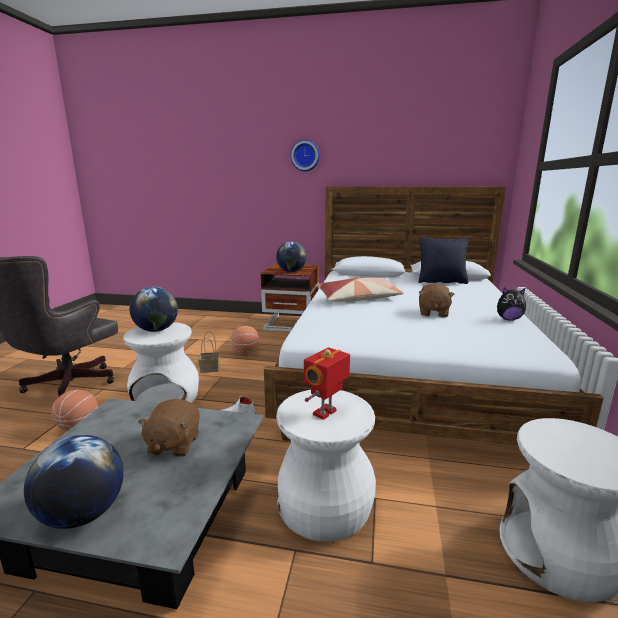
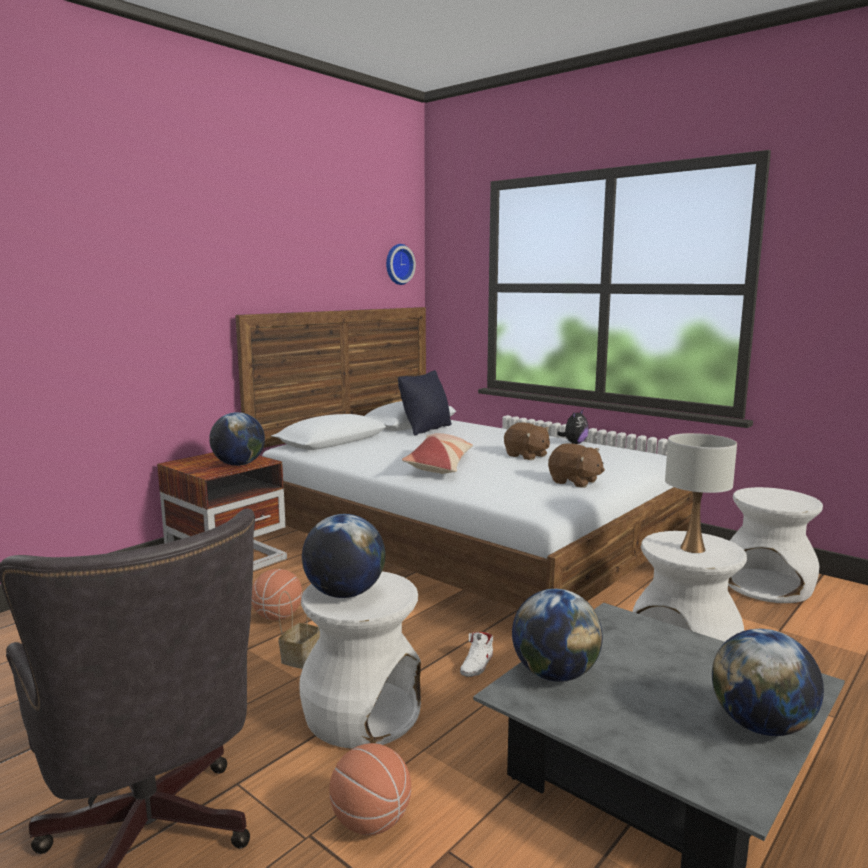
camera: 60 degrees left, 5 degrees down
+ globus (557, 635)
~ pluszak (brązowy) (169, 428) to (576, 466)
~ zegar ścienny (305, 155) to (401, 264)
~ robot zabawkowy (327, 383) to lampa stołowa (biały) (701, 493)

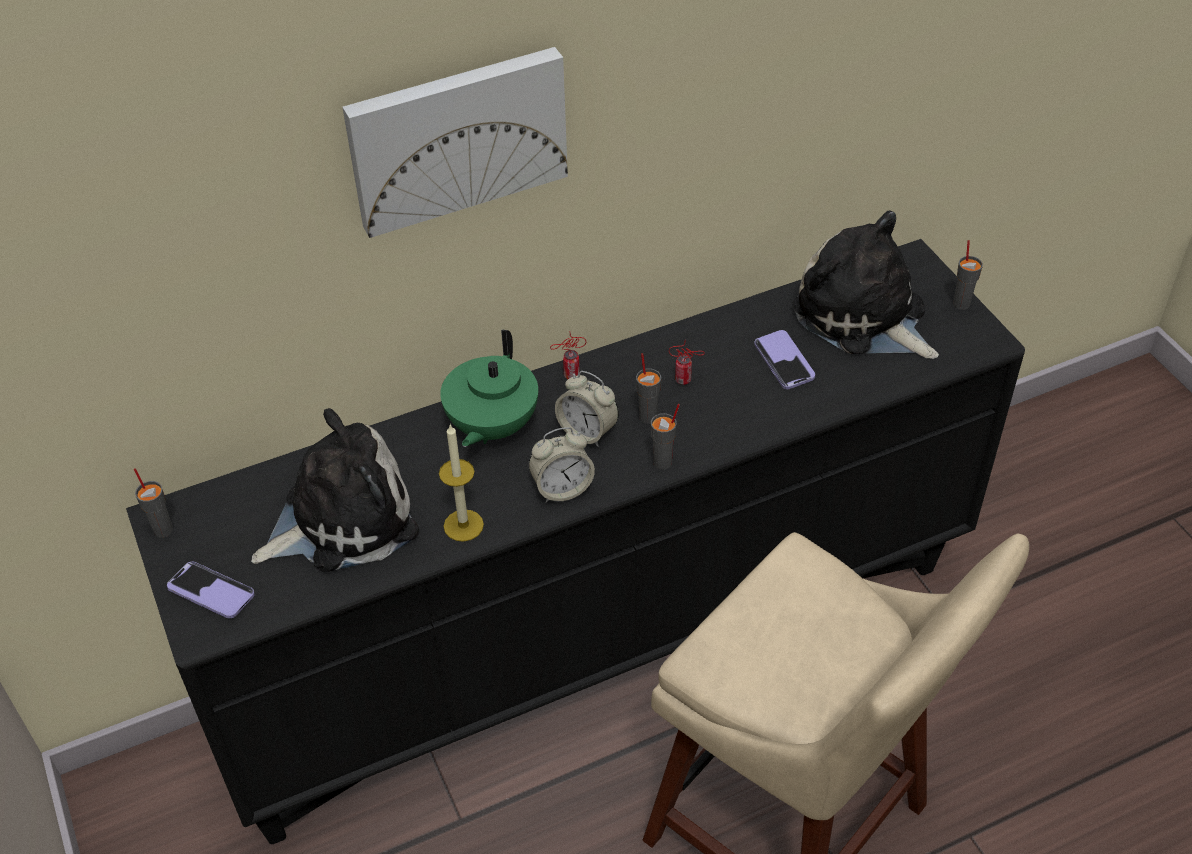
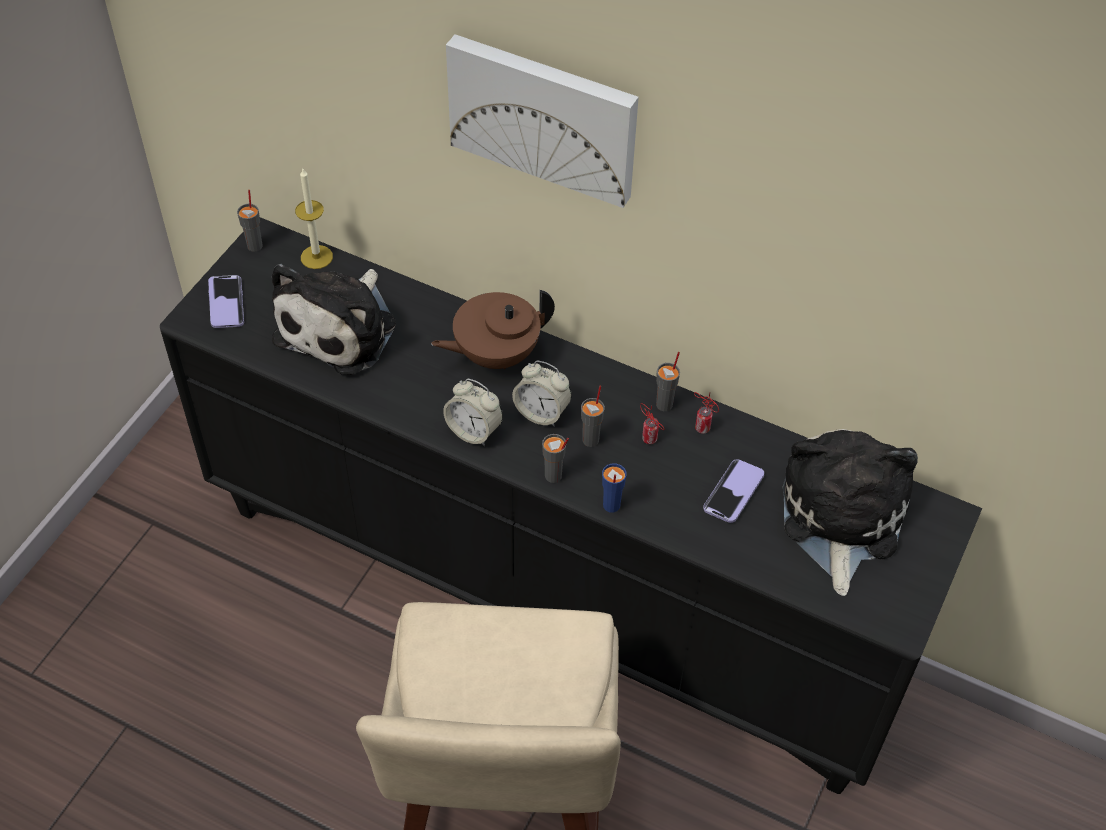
camera: 50 degrees right, 5 degrees up
+ filiżanka (niebieski) (614, 488)
~ świeca (461, 483) to (314, 219)
~ puszka (568, 356) to (706, 413)
~ filiżanka (szary) (968, 275) to (668, 381)
~ imbryk (zielony) (489, 388) to imbryk (brązowy) (493, 329)
~ pluszak (335, 490) = (334, 319) 90 degrees clockwise
~ budzik (587, 409) = (542, 394) 60 degrees counterclockwise

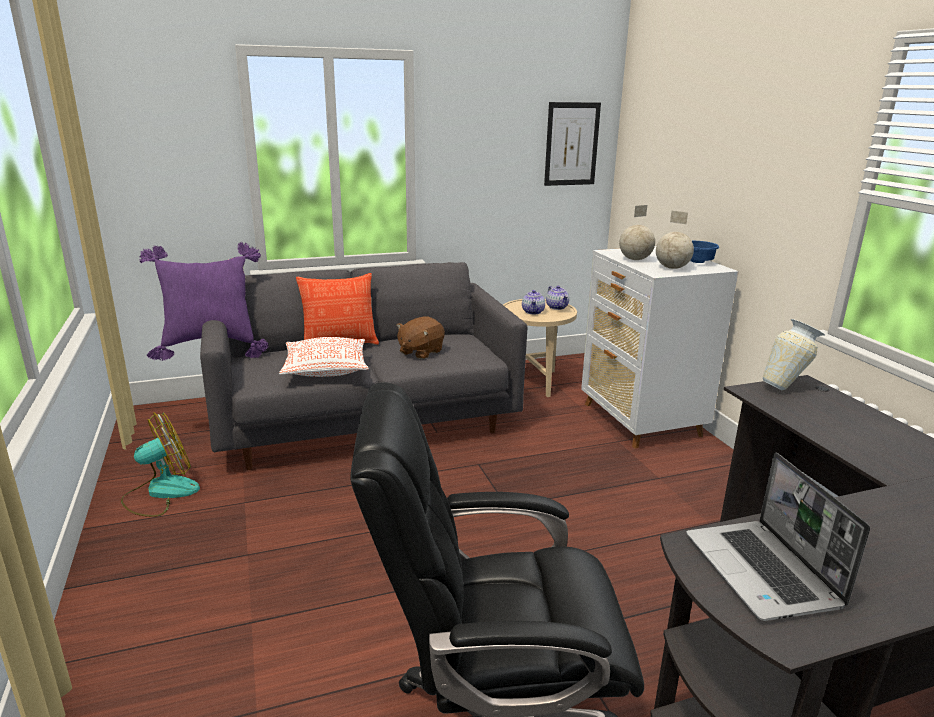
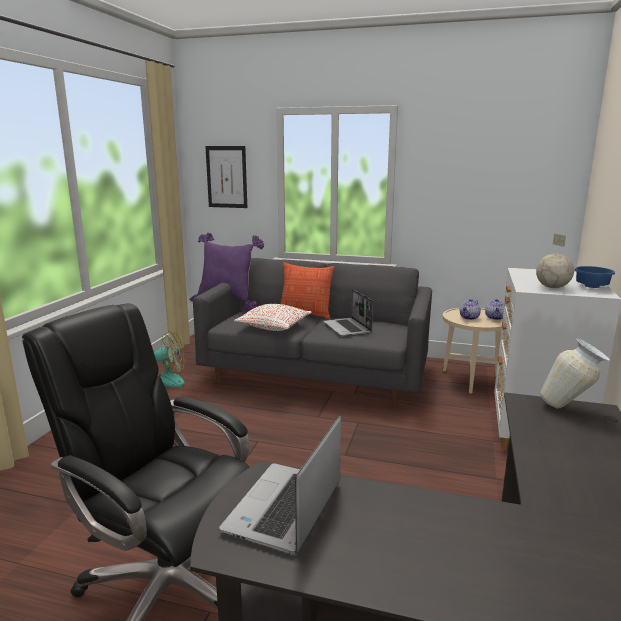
camera: 35 degrees right, 5 degrees down
- globus (637, 232)
~ obraz (572, 144) to (226, 177)
~ pluszak (brązowy) (420, 337) to laptop (348, 313)

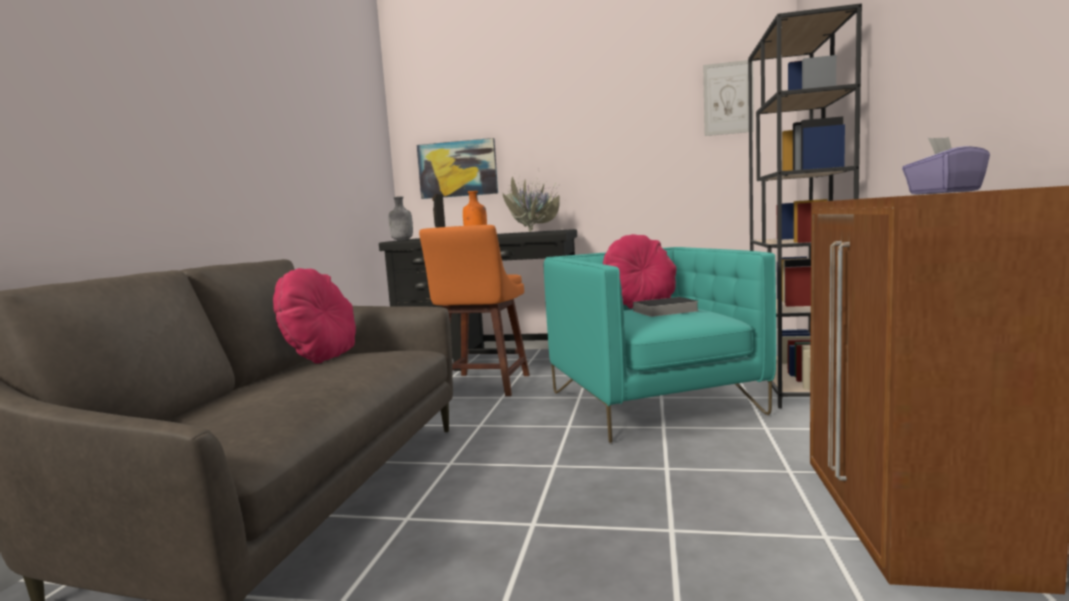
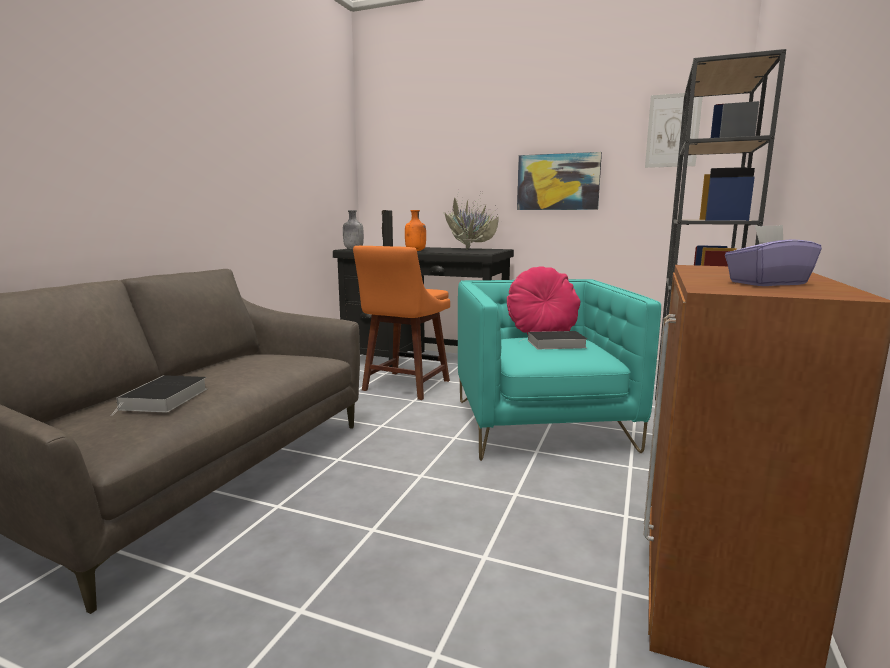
camera: 10 degrees right, 5 degrees up
- poduszka (różowy) (314, 316)
+ książka (159, 395)
~ obraz (457, 168) to (559, 181)

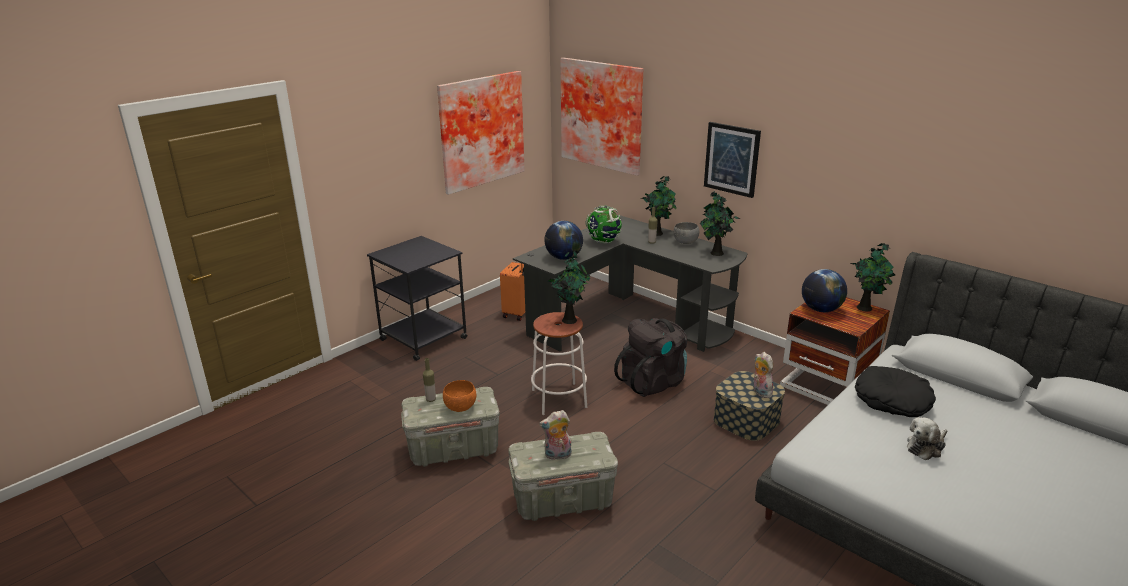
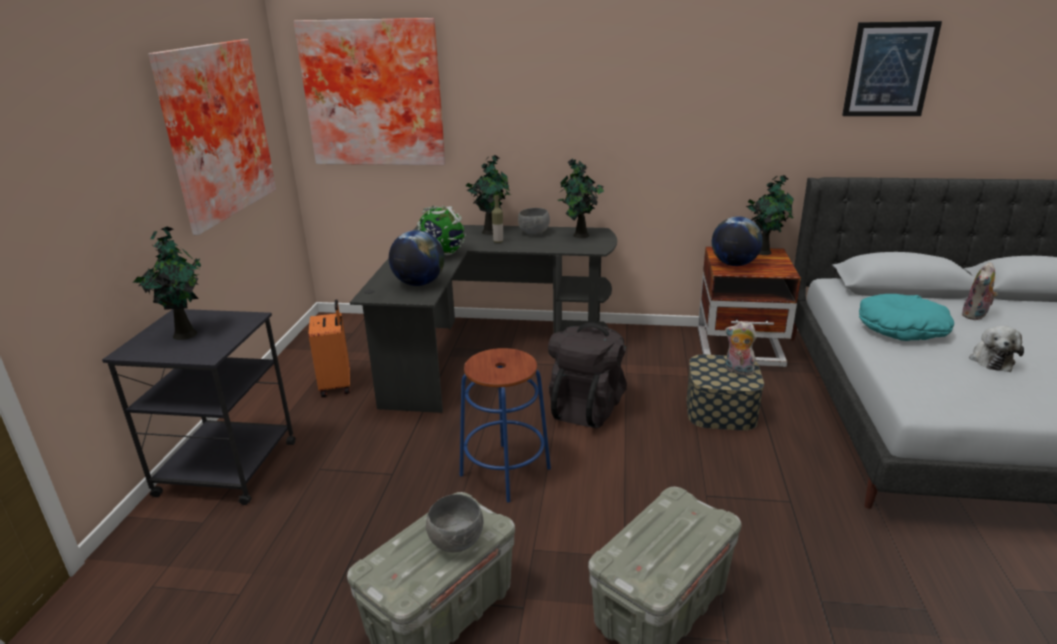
camera: 35 degrees left, 0 degrees up
- butelka (429, 380)
~ pluszak (555, 435) to (980, 291)
~ roślina doniczkowa (569, 287) to (167, 283)
~ obraz (732, 160) to (892, 68)
~ miska (pomarańczowy) (459, 396) to miska (szary) (454, 523)
~ stołek (biały) (559, 363) to stołek (niebieski) (505, 425)
~ poduszka (czarny) (895, 391) to poduszka (turkusowy) (906, 317)

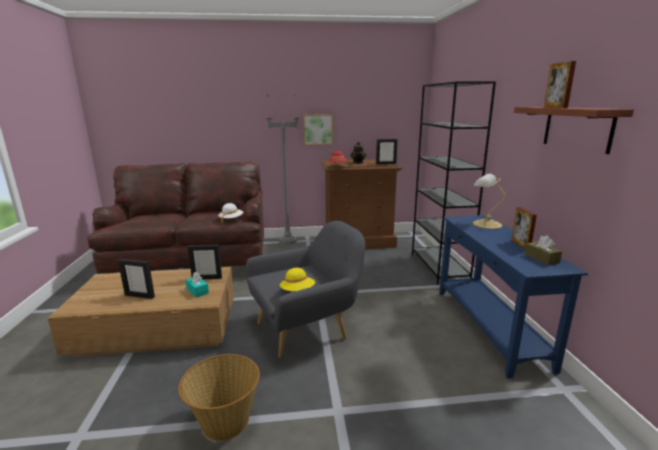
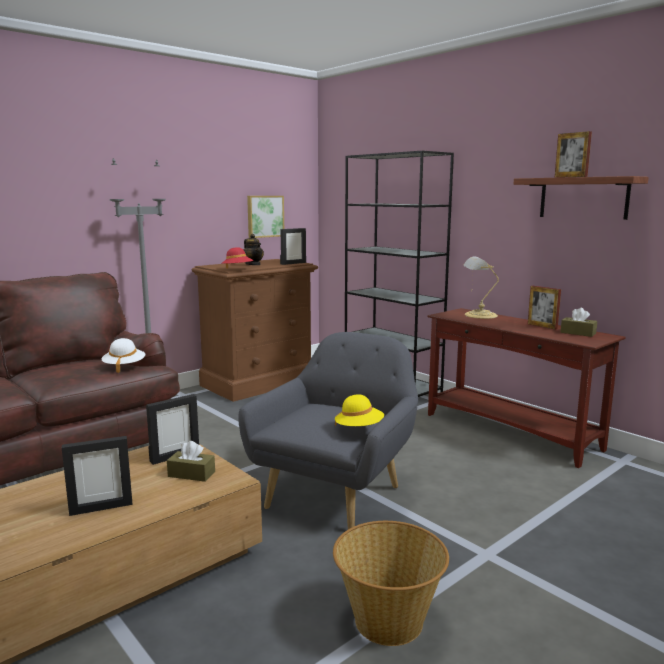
camera: 35 degrees left, 5 degrees down
~ obraz (318, 129) to (265, 217)
~ pudełko chusteczek (turkusowy) (197, 285) to pudełko chusteczek (brązowy) (191, 461)
~ stolik konsolowy (niebieski) (513, 297) to stolik konsolowy (brązowy) (526, 388)

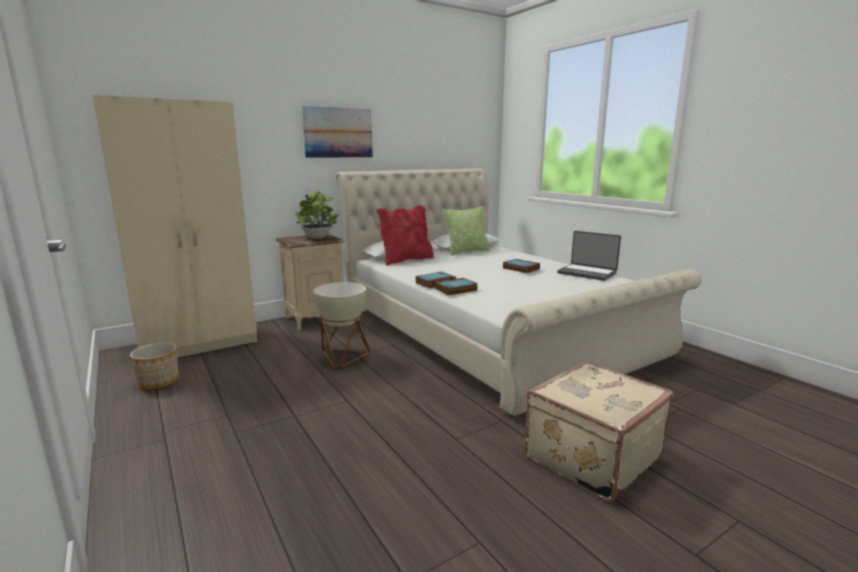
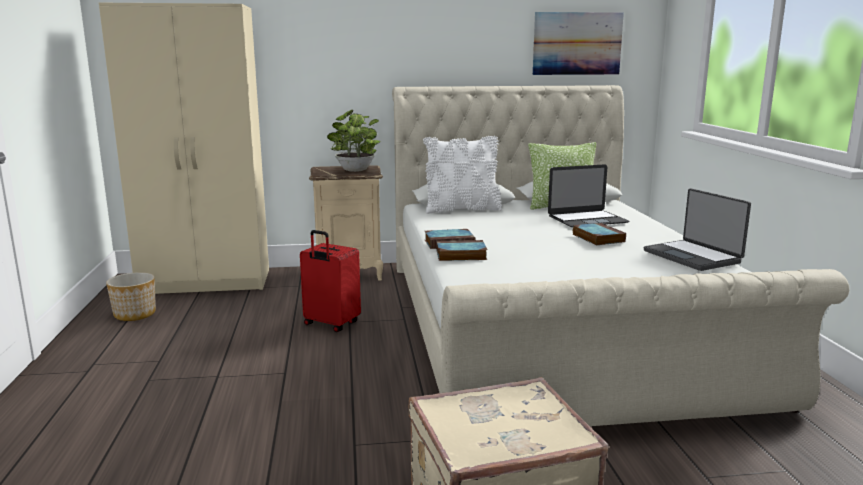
camera: 25 degrees right, 0 degrees up
+ laptop (588, 195)
~ obraz (337, 132) to (578, 43)
~ donica (342, 325) to walizka (czerwony) (330, 281)
~ poduszka (czerwony) (405, 235) to poduszka (biały) (462, 175)

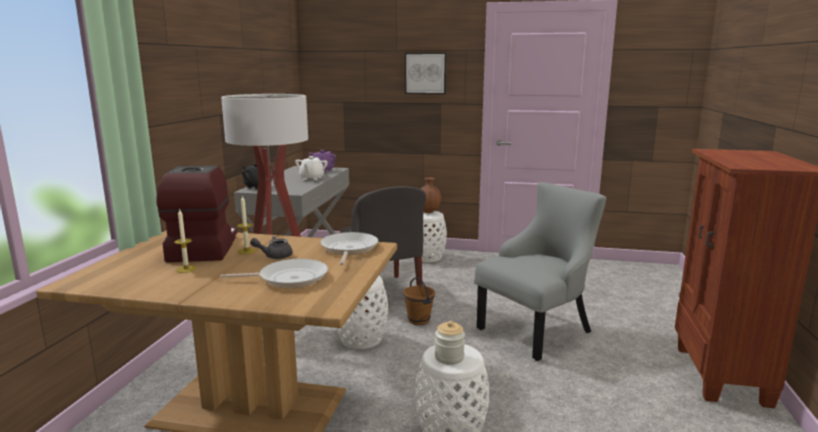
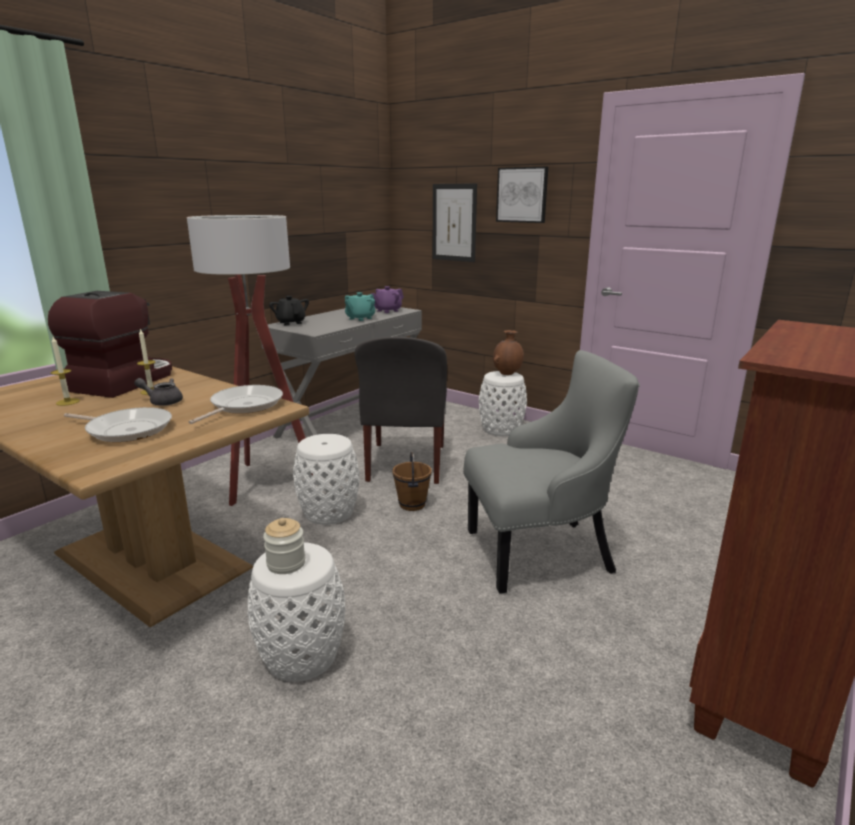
camera: 25 degrees right, 5 degrees up
+ obraz (455, 222)
~ imbryk (biały) (311, 168) to imbryk (turkusowy) (360, 306)

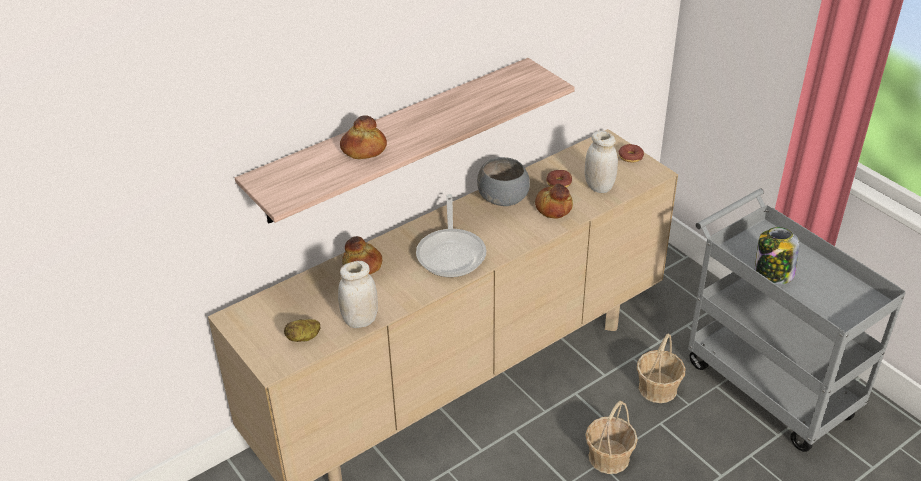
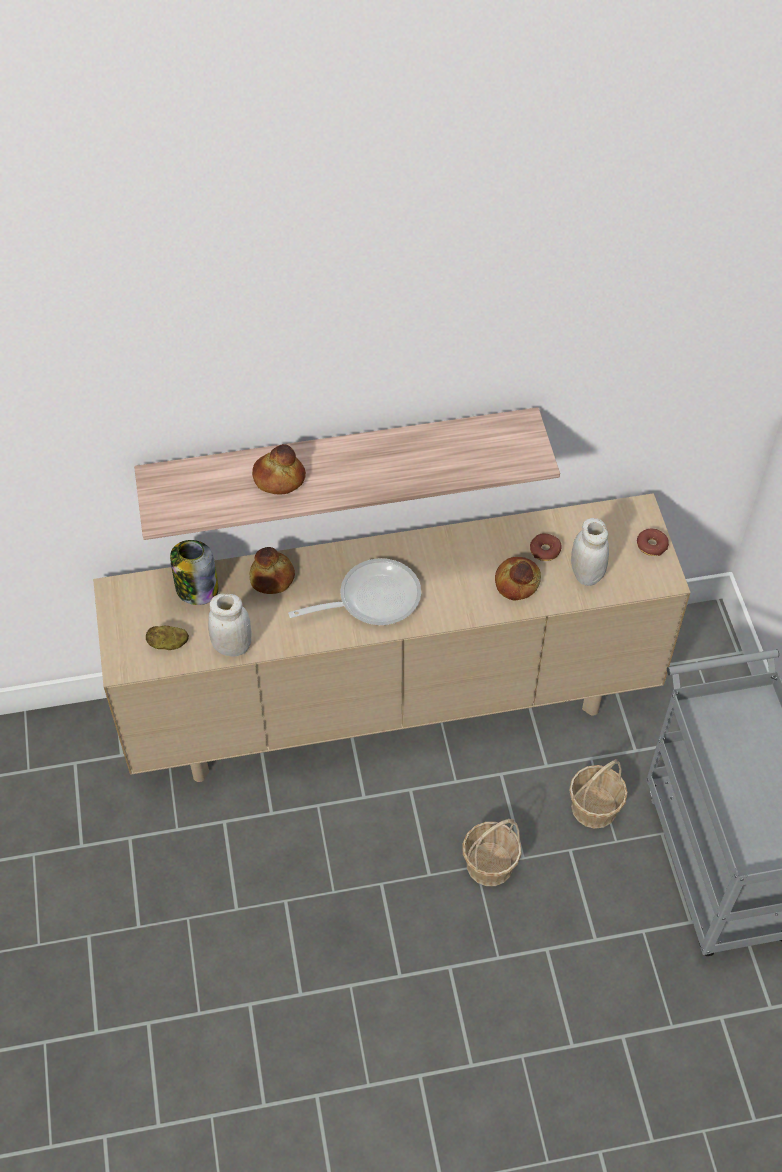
camera: 25 degrees right, 15 degrees up
- miska (szary) (503, 181)
~ słoik (777, 255) to (194, 572)
~ patelnia (451, 235) = (354, 591) 135 degrees counterclockwise

